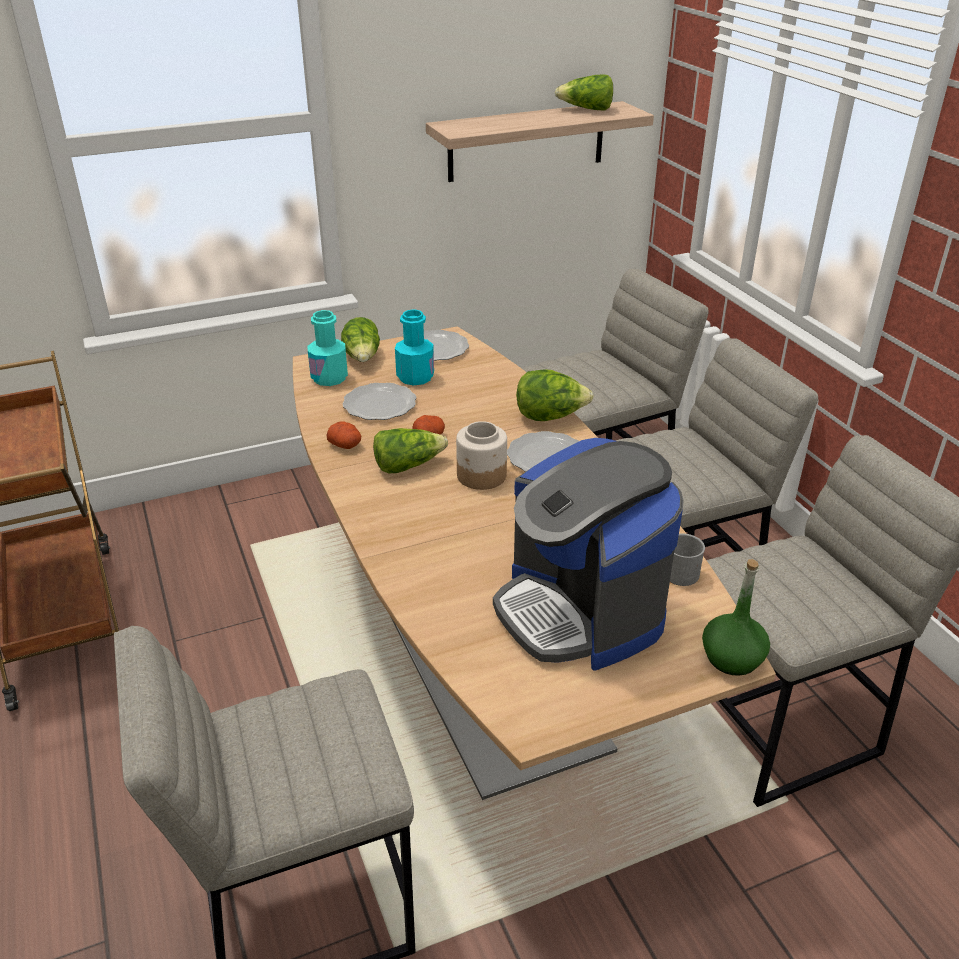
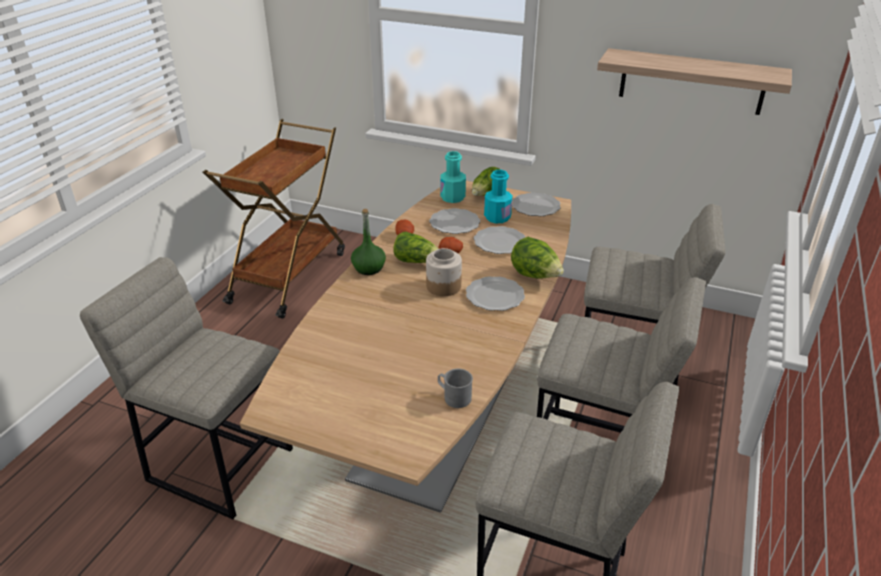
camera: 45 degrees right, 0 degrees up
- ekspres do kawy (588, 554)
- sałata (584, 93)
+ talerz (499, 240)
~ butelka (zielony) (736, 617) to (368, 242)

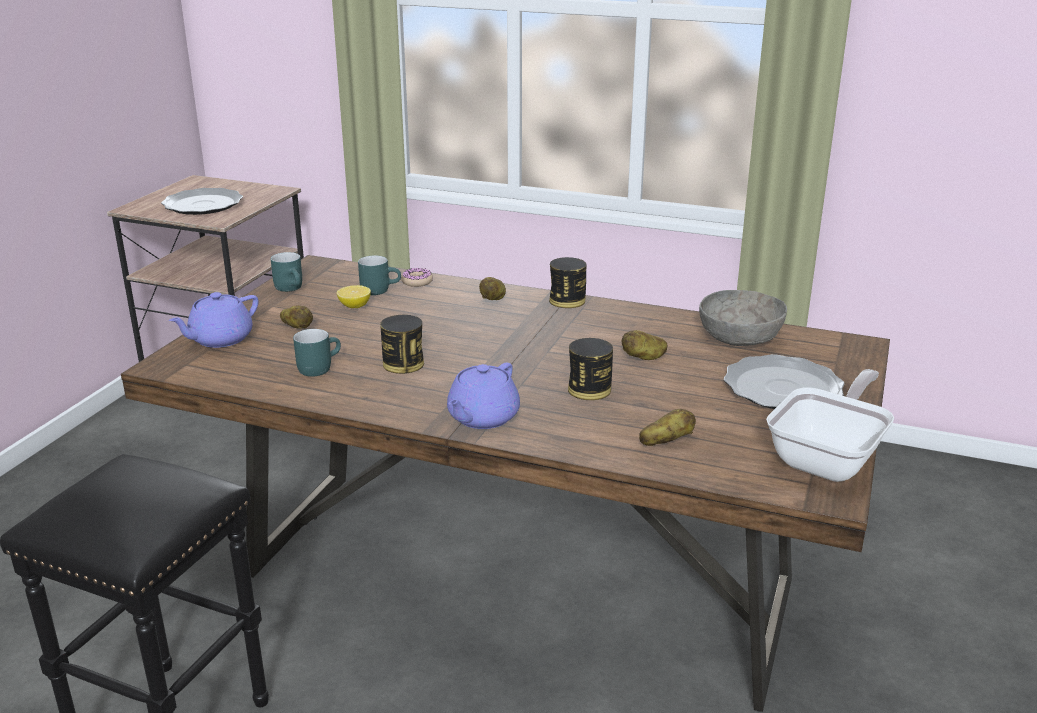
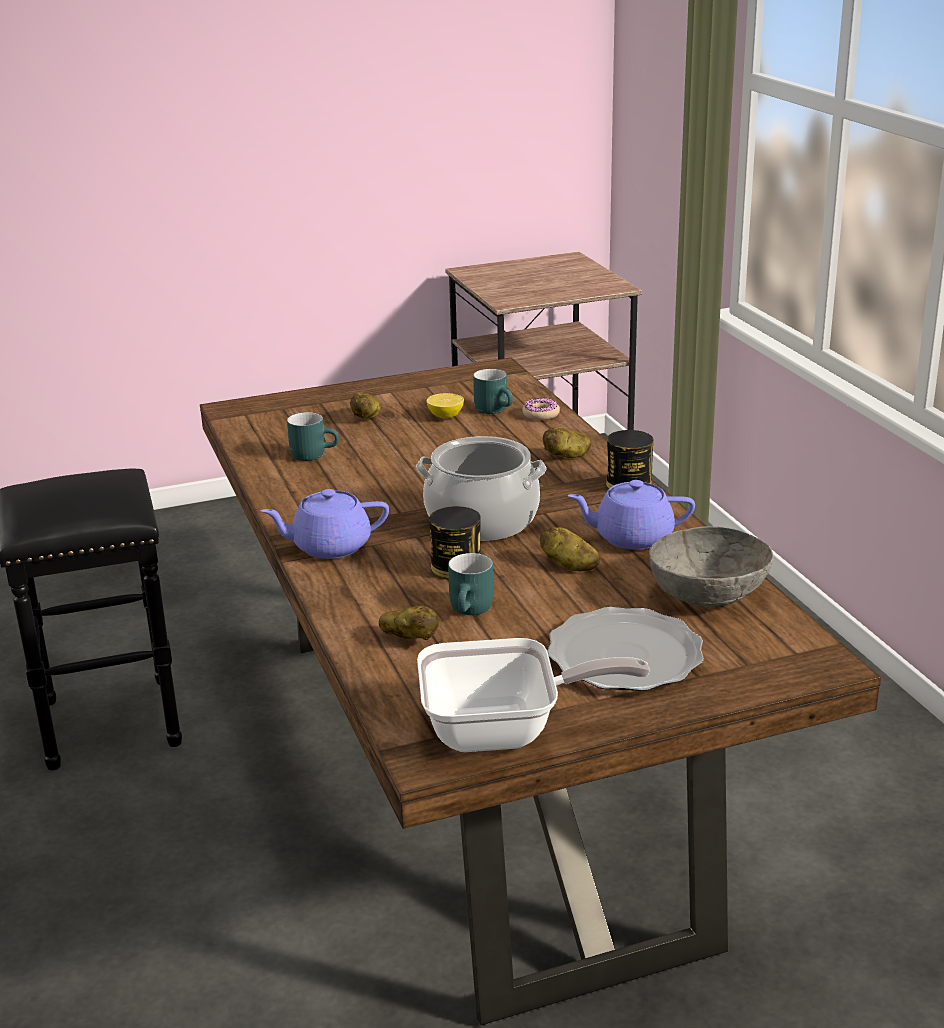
camera: 50 degrees right, 0 degrees up
- talerz (202, 201)
- puszka (402, 344)
+ garnek (481, 488)
~ imbryk (fioletowy) (213, 320) to (631, 515)
~ kubek (turkusowy) (286, 272) to (470, 584)

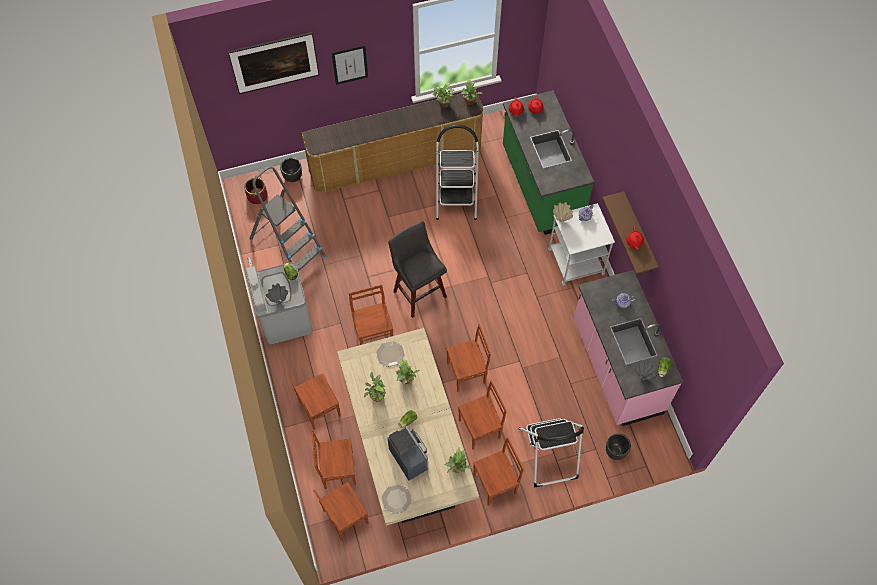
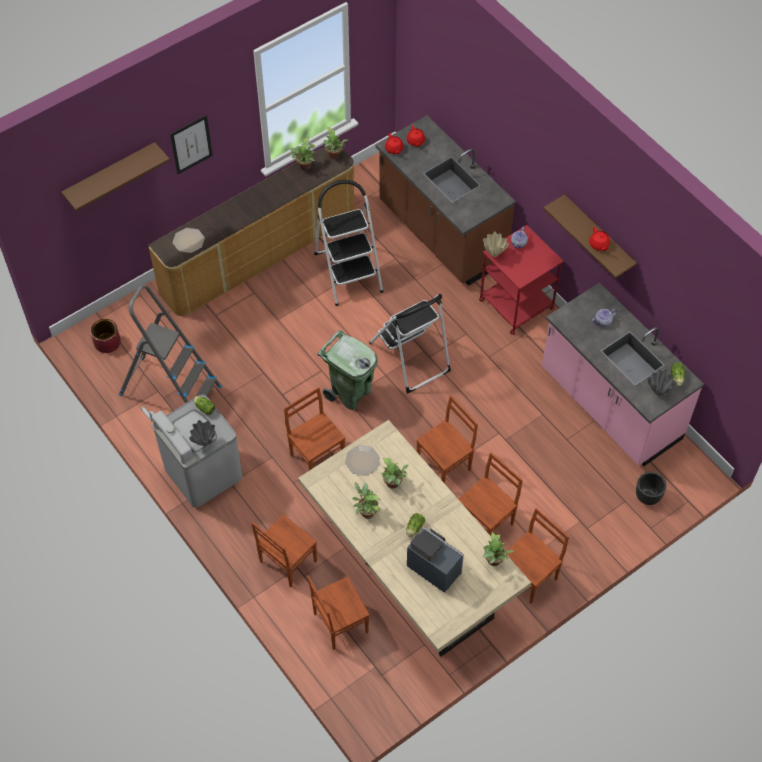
camera: 20 degrees left, 5 degrees down
- donica (czarny) (291, 170)
- krzesło (brązowy) (341, 511)
~ talerz (397, 499) to (189, 240)
~ drabinka (551, 452) to (410, 344)
~ obraz (273, 63) to półka (brązowy) (116, 176)
~ stołek (szary) (417, 269) to kosz na śmieci (zielony) (347, 370)
~ zabudowa kuchenna (zielony) (548, 162) to zabudowa kuchenna (brązowy) (445, 200)
~ wózek (biały) (581, 244) to wózek (czerwony) (521, 280)

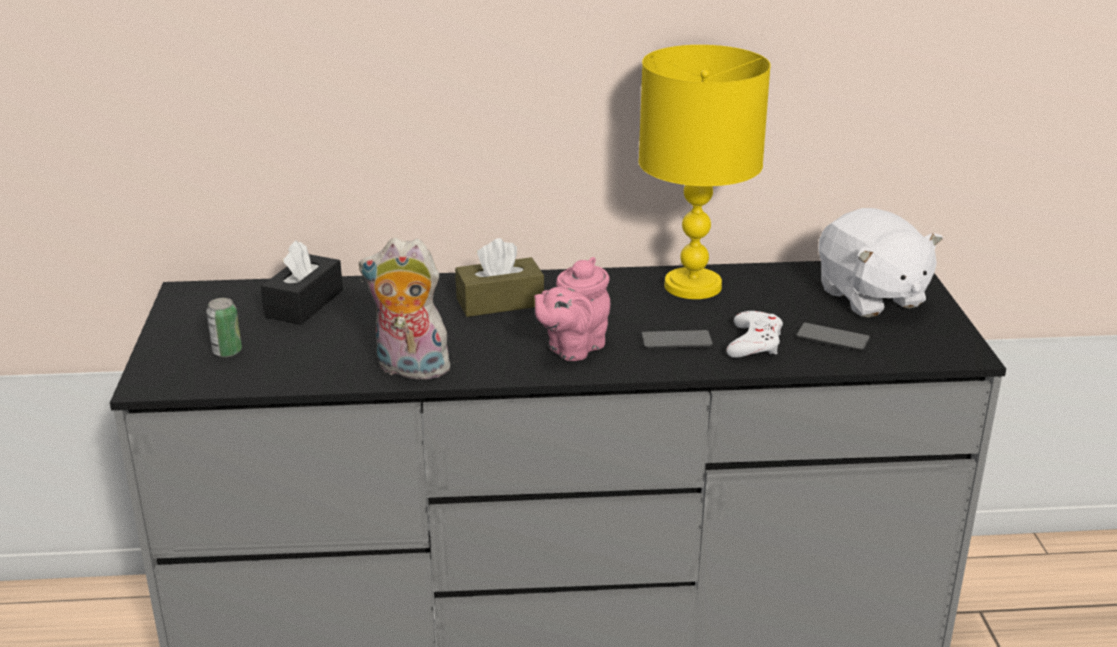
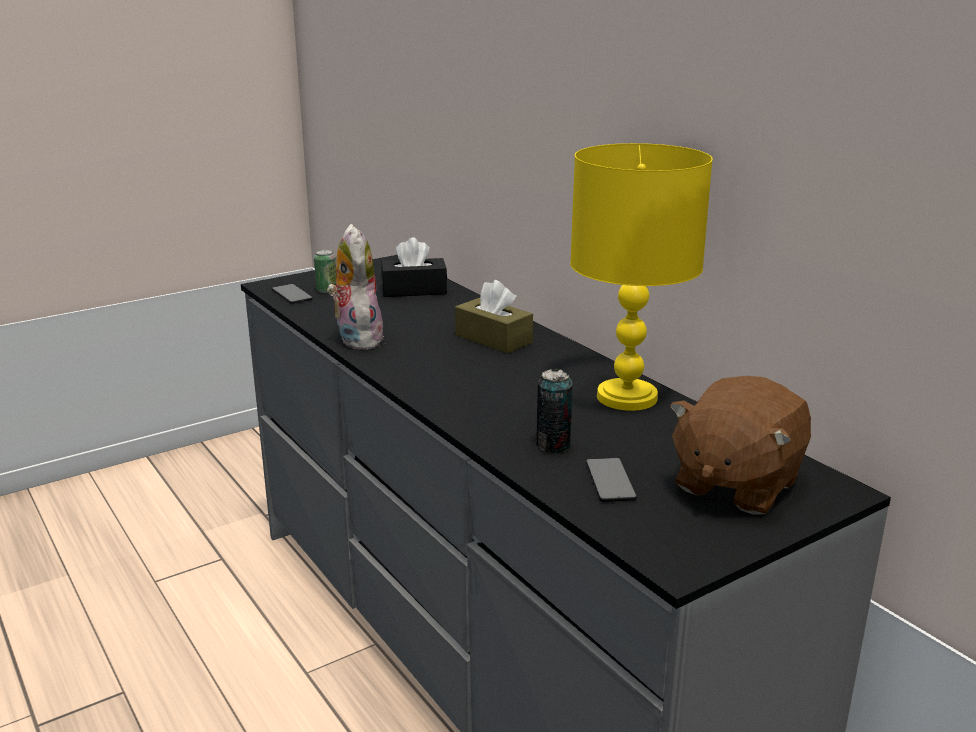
camera: 60 degrees right, 5 degrees down
- imbryk (różowy) (572, 309)
~ telefon (677, 339) to (292, 294)
~ pad do gier (biały) (754, 334) to puszka (554, 411)
~ pluszak (biały) (880, 263) to pluszak (brązowy) (740, 445)

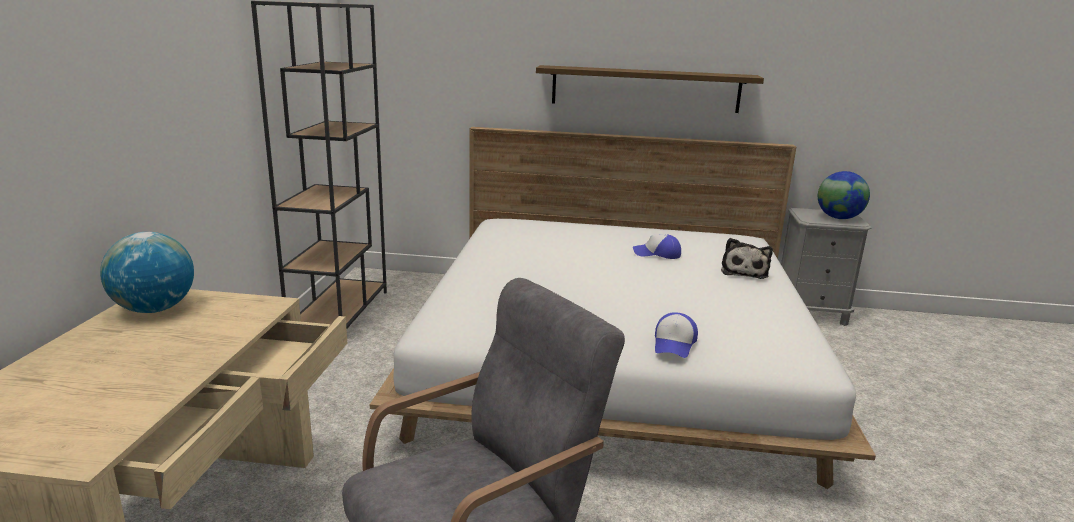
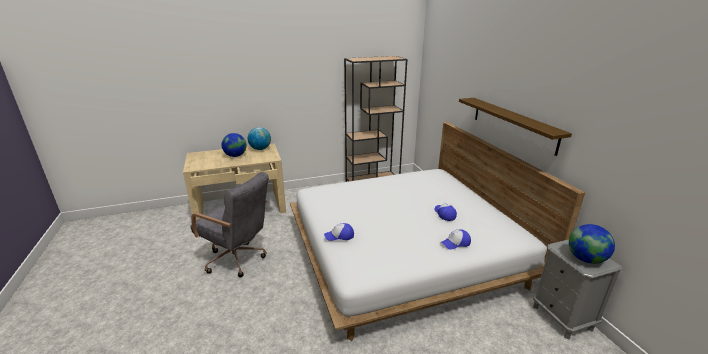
camera: 65 degrees right, 5 degrees up
+ globus (234, 145)
~ pluszak (747, 258) to czapka z daszkiem (456, 239)

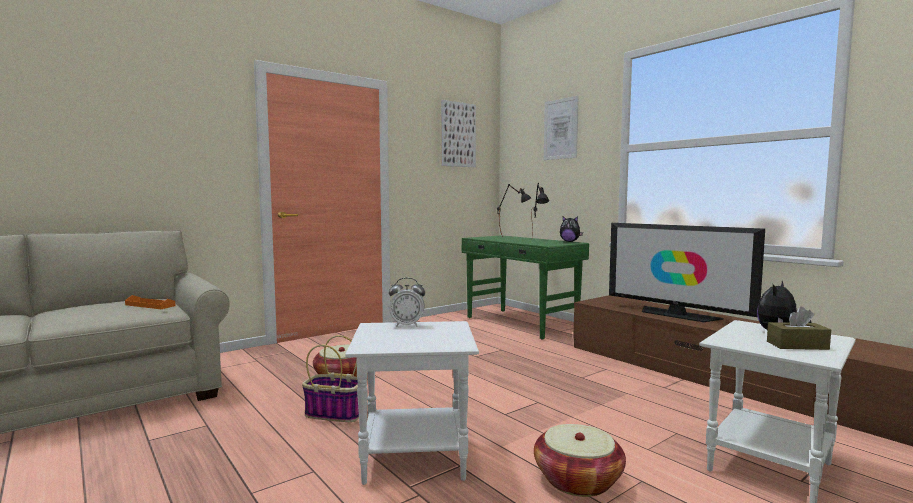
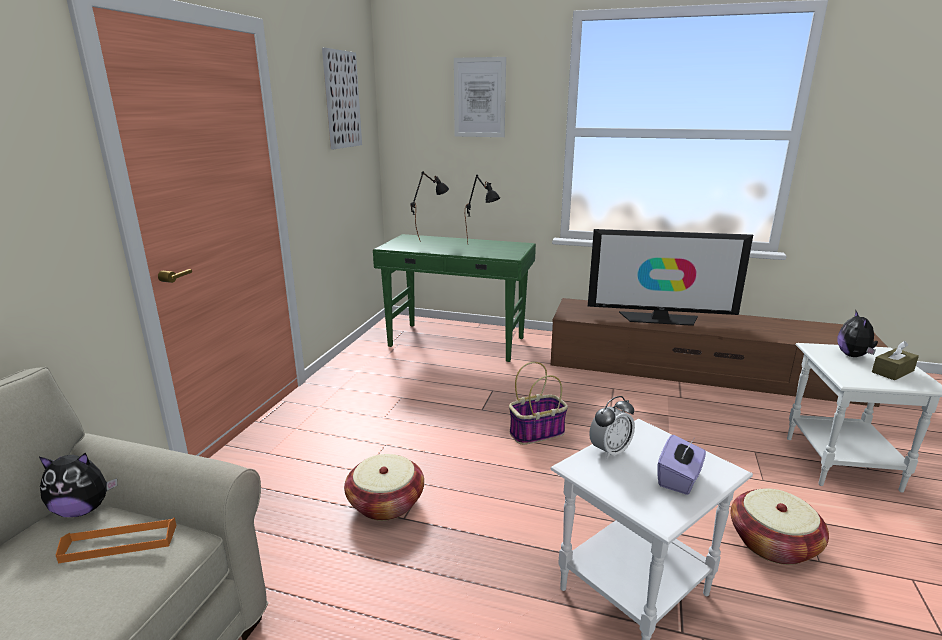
camera: 35 degrees left, 15 degrees up
+ pudełko chusteczek (fioletowy) (681, 465)
~ koszyk (330, 378) to (538, 403)
~ pluszak (571, 229) to (78, 485)

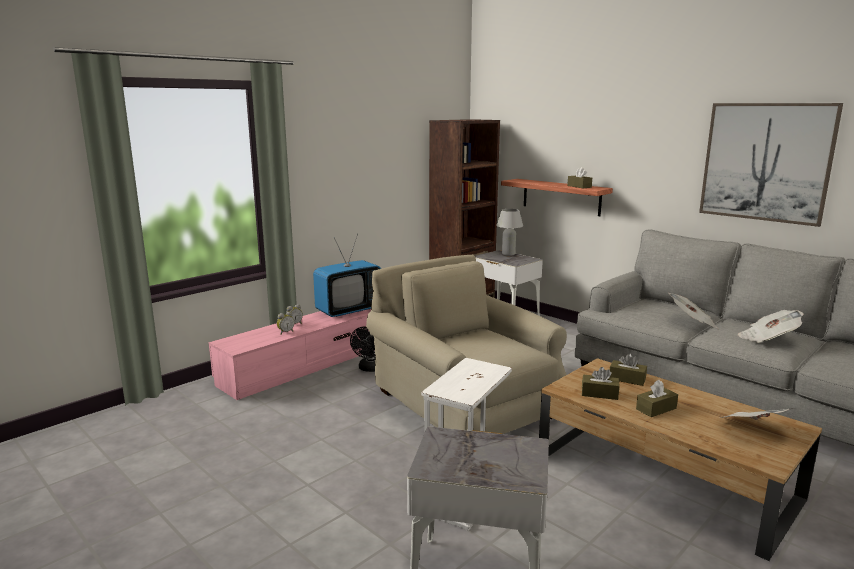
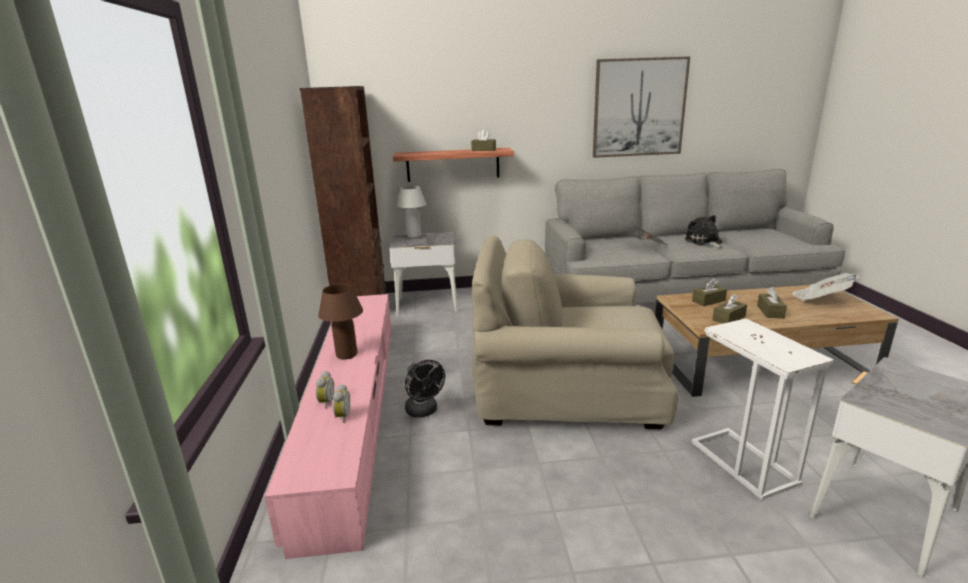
camera: 50 degrees left, 5 degrees up
~ telewizor (347, 275) to lampa stołowa (brązowy) (340, 322)
~ gazeta (771, 326) to pluszak (704, 231)

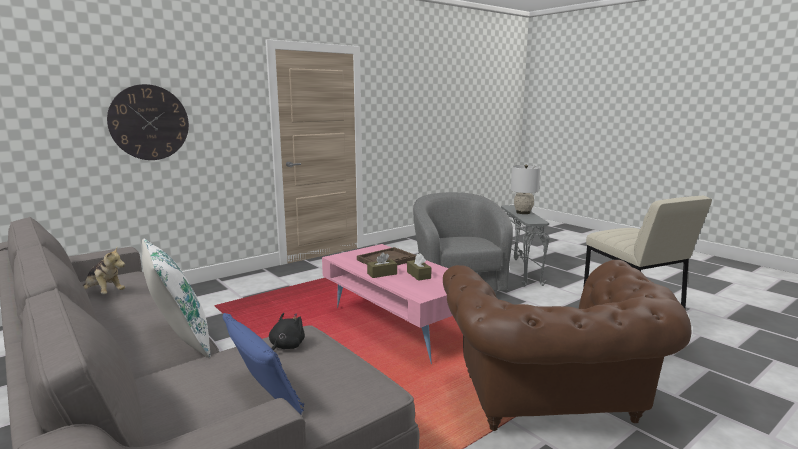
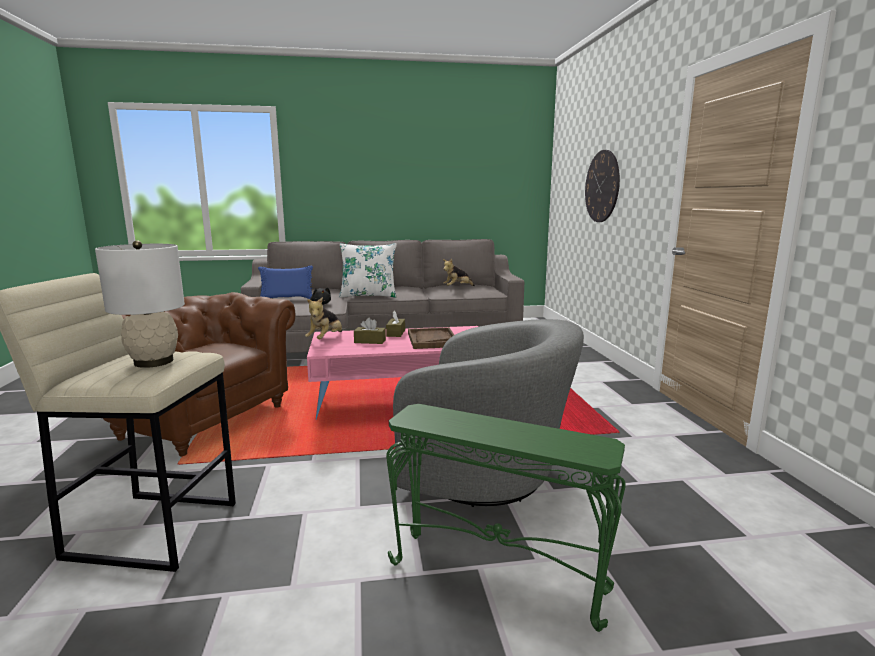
camera: 120 degrees right, 0 degrees up
+ pluszak (323, 318)
~ lampa stołowa (biały) (526, 189) to (140, 304)
~ stolik (szary) (525, 246) to stolik (zielony) (506, 518)

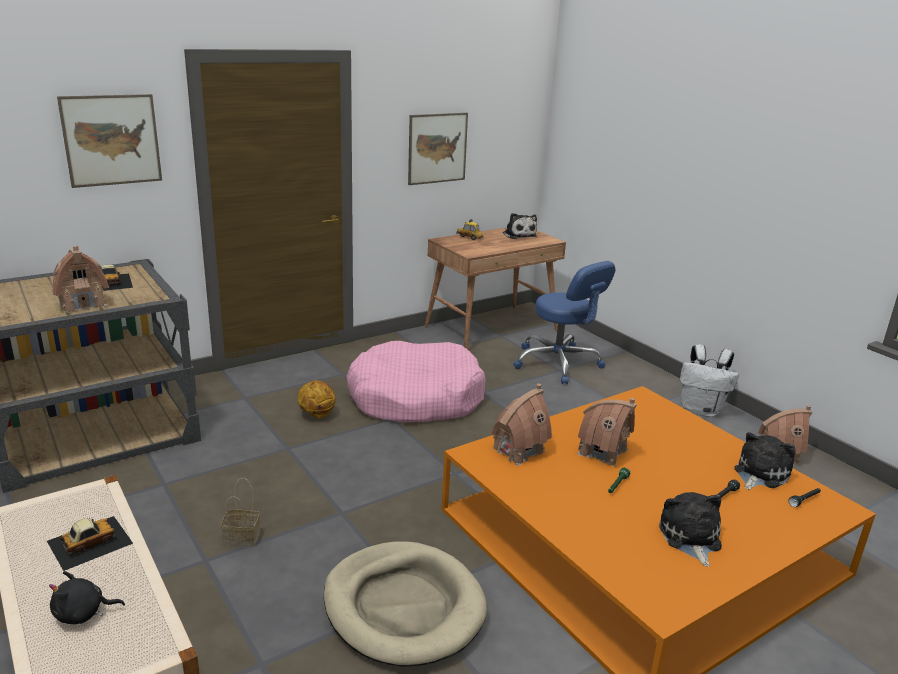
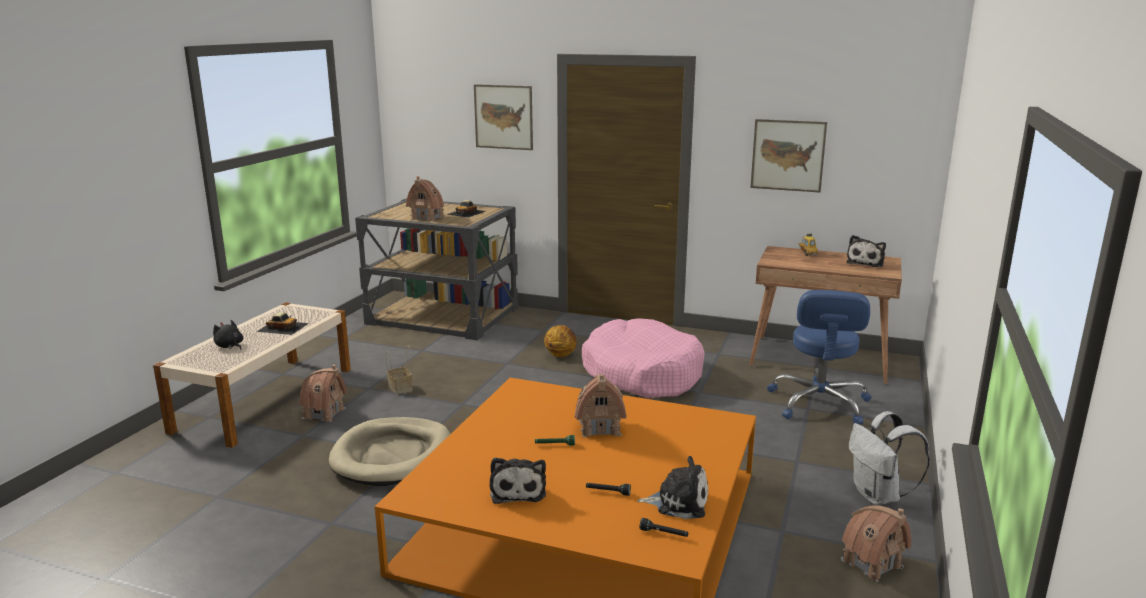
camera: 55 degrees right, 5 degrees down
~ domek (521, 424) to (323, 393)
~ pluszak (690, 529) = (517, 481) 120 degrees clockwise

